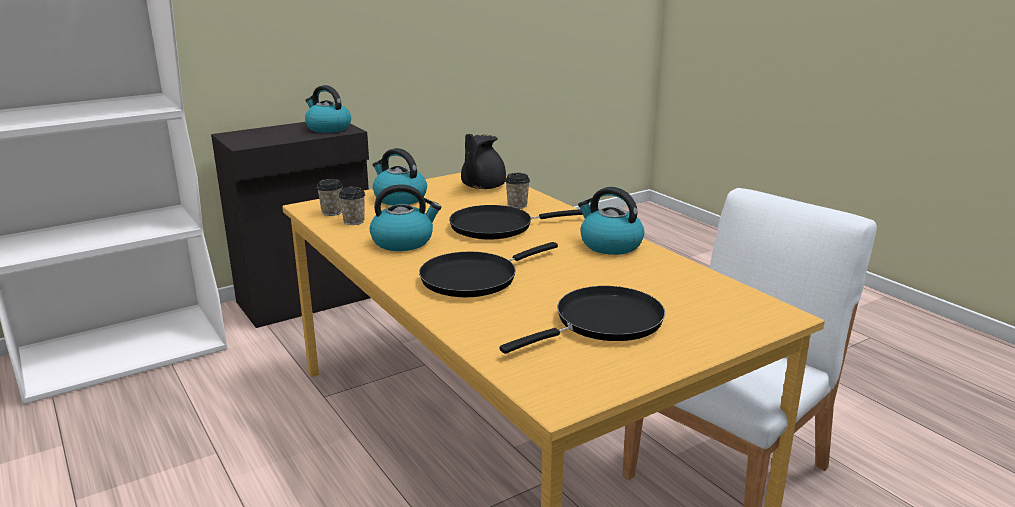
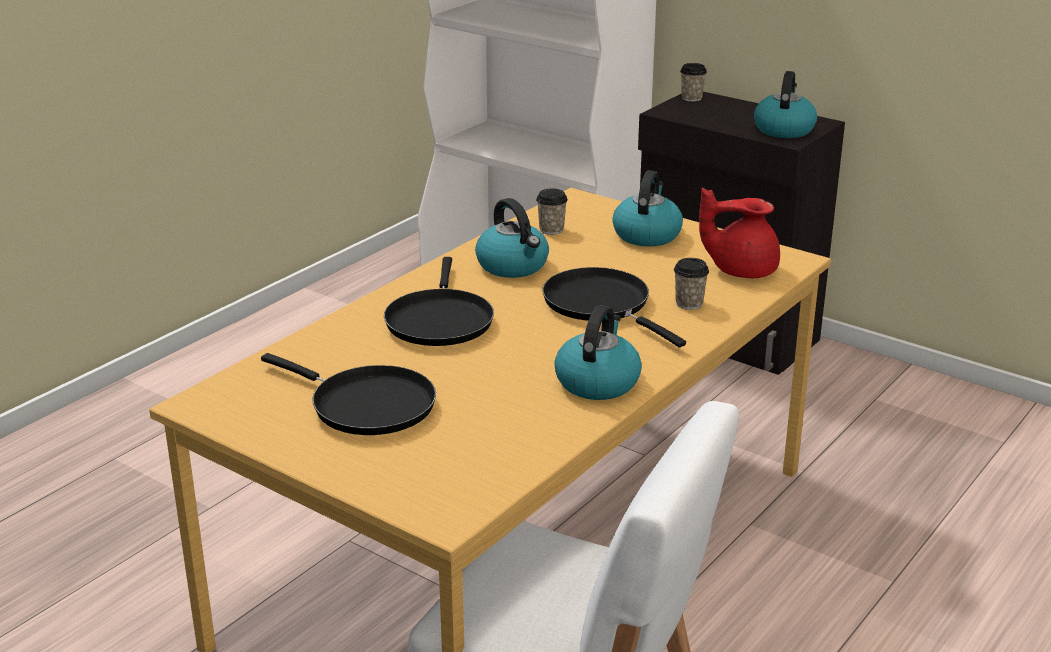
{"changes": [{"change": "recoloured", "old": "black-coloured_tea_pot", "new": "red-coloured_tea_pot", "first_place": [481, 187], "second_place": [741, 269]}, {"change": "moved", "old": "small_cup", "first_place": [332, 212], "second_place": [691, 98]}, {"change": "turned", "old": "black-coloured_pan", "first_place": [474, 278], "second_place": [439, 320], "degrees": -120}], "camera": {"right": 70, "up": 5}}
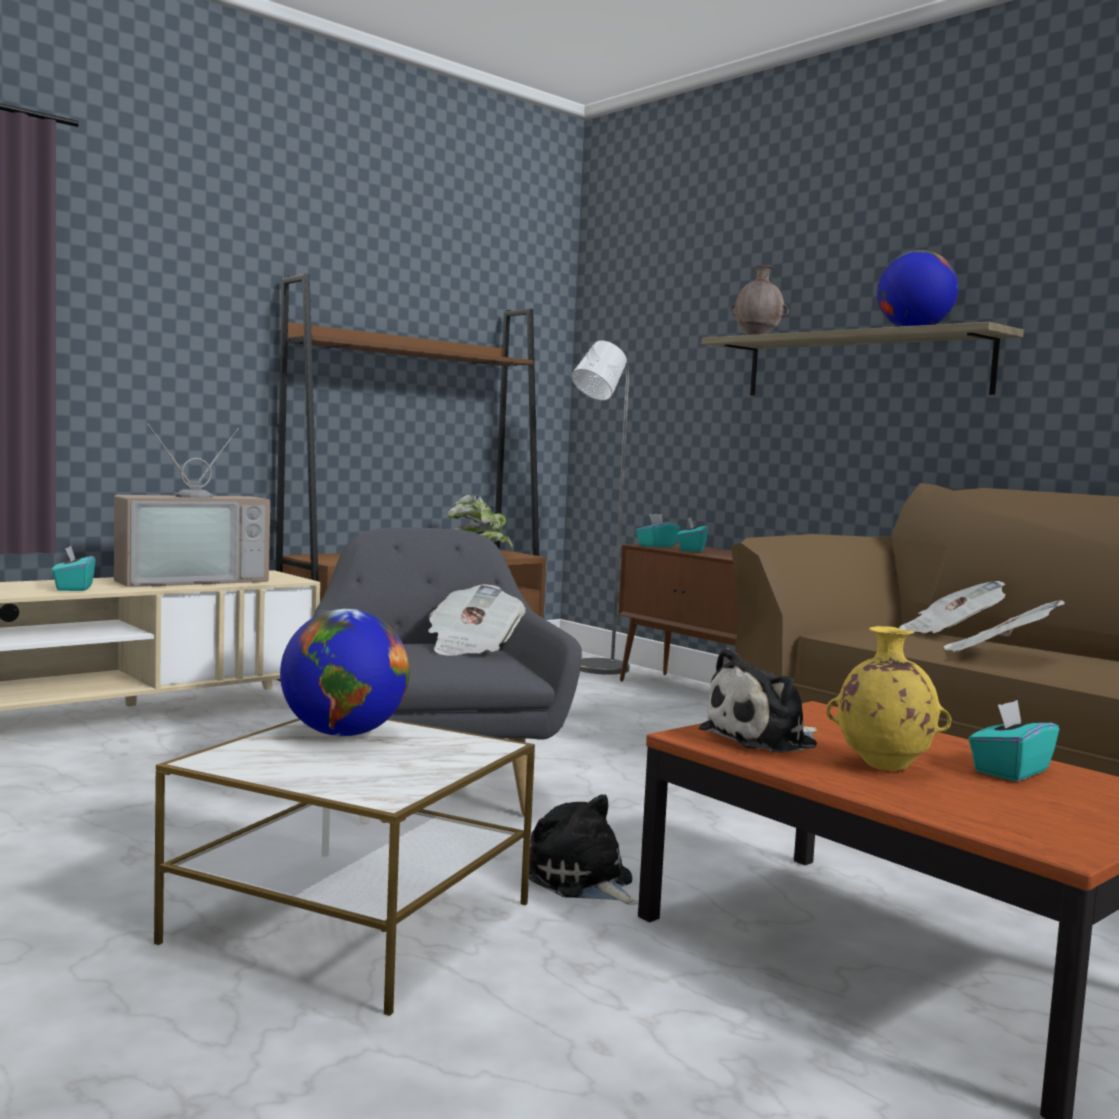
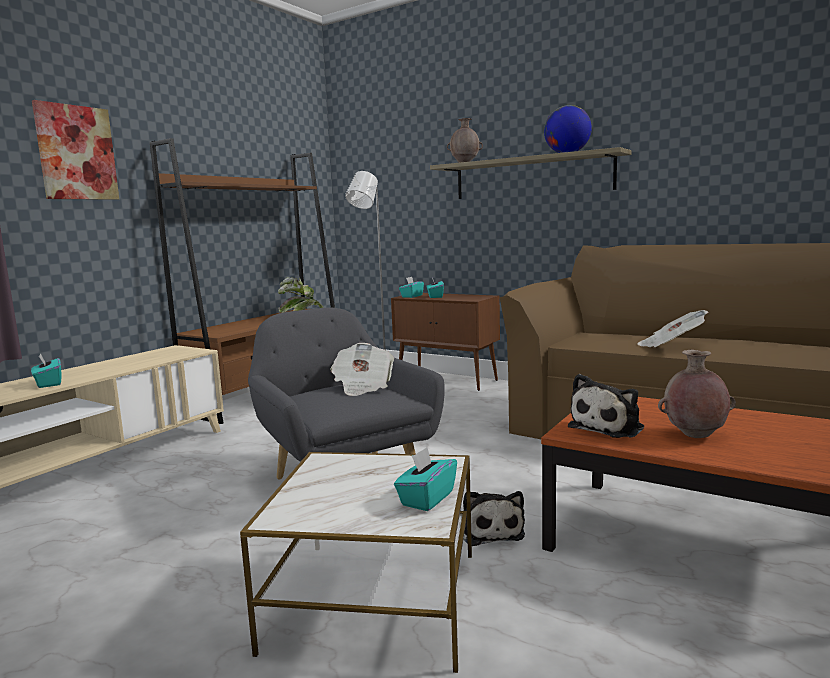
{"changes": [{"change": "removed", "old": "TV", "first_place": [190, 580]}, {"change": "removed", "old": "newspaper", "first_place": [949, 633]}, {"change": "removed", "old": "globe", "first_place": [343, 734]}, {"change": "recoloured", "old": "yellow-coloured_decorative_vase", "new": "brownish_decorative_vase", "first_place": [882, 766], "second_place": [694, 435]}, {"change": "moved", "old": "turquoise-coloured_tissue_holder", "first_place": [1010, 771], "second_place": [426, 498]}, {"change": "turned", "old": "soft_toy", "first_place": [582, 881], "second_place": [490, 530], "degrees": -135}, {"change": "added", "new": "picture", "second_place": [76, 153]}], "camera": {"right": -15, "up": 5}}
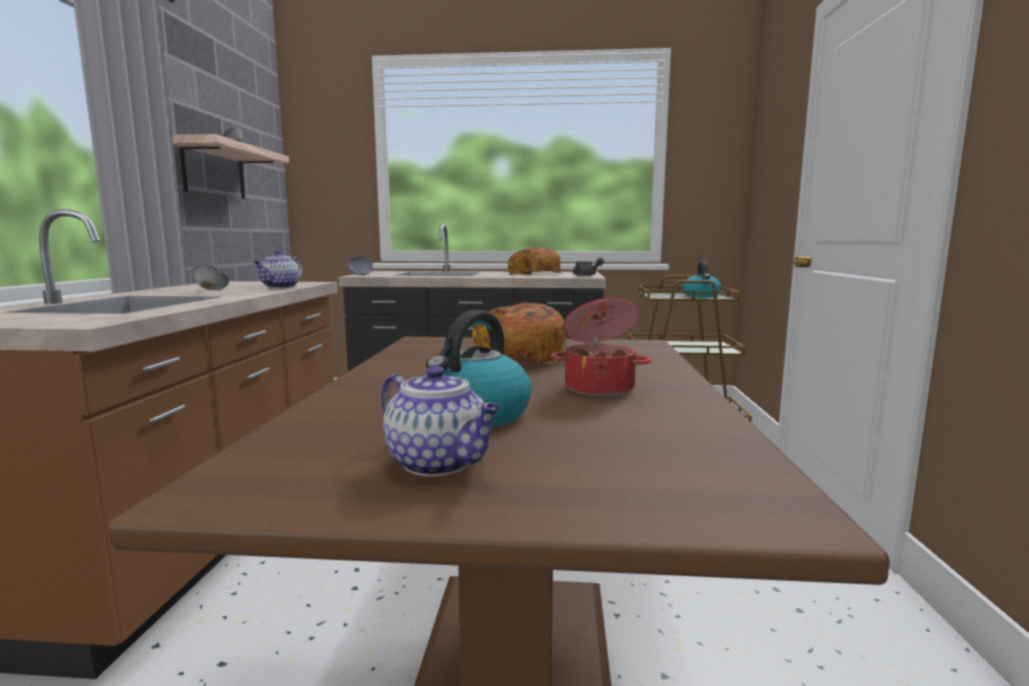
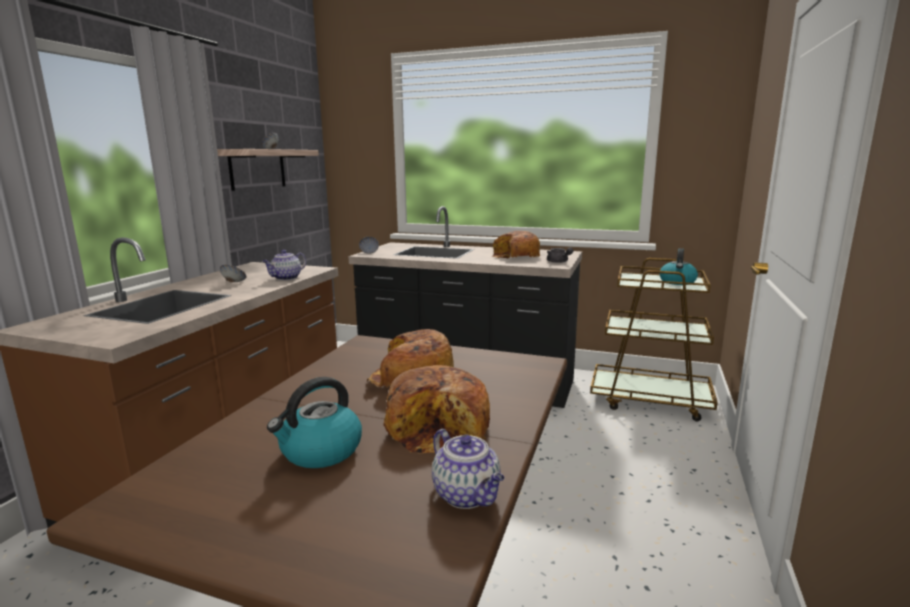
{"changes": [{"change": "replaced", "old": "stockpot", "new": "bread", "first_place": [599, 388], "second_place": [440, 427]}, {"change": "moved", "old": "tea_pot", "first_place": [440, 463], "second_place": [468, 495]}], "camera": {"right": 15, "up": 5}}
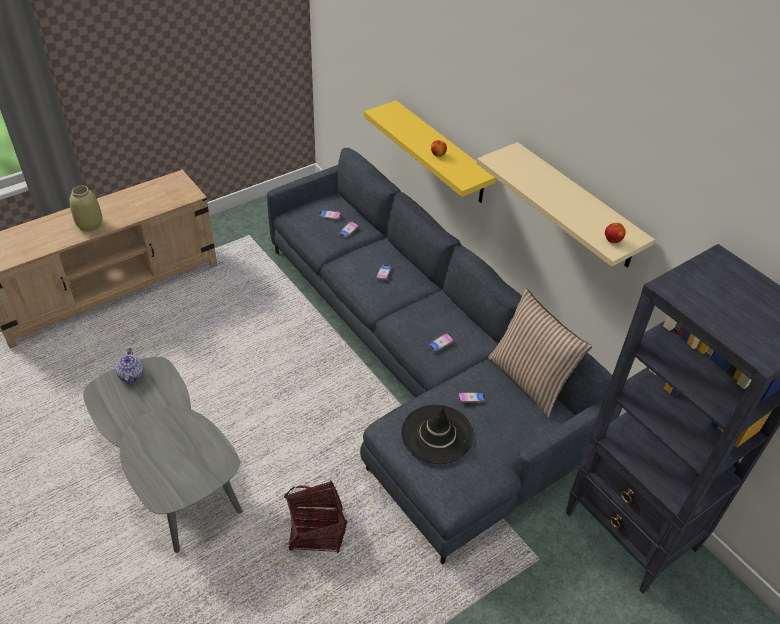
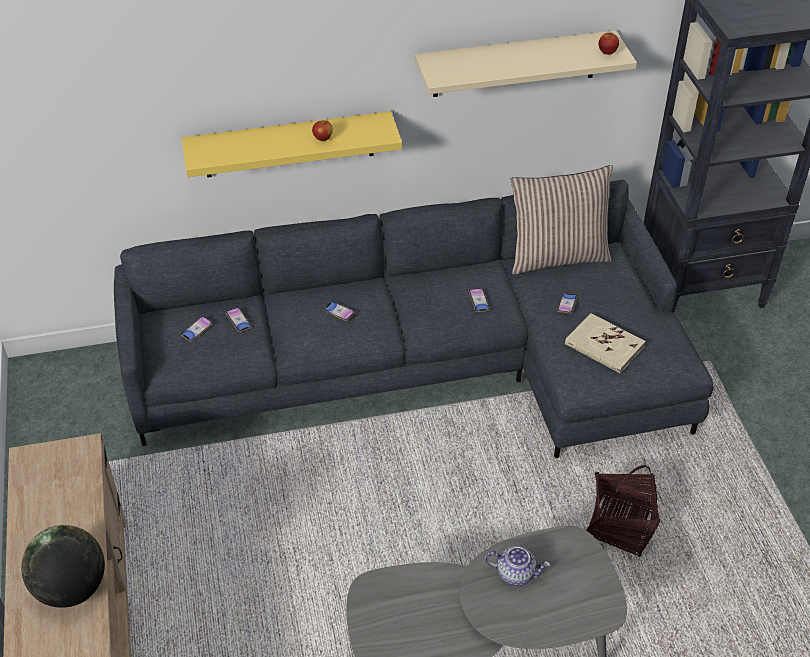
{"changes": [{"change": "replaced", "old": "beige-coloured_decorative_vase", "new": "globe", "first_place": [90, 225], "second_place": [72, 588]}, {"change": "moved", "old": "tea_pot", "first_place": [132, 375], "second_place": [516, 573]}, {"change": "replaced", "old": "black-coloured_clothing_hat", "new": "beige-coloured_bound_book", "first_place": [437, 434], "second_place": [604, 346]}], "camera": {"right": -65, "up": 0}}
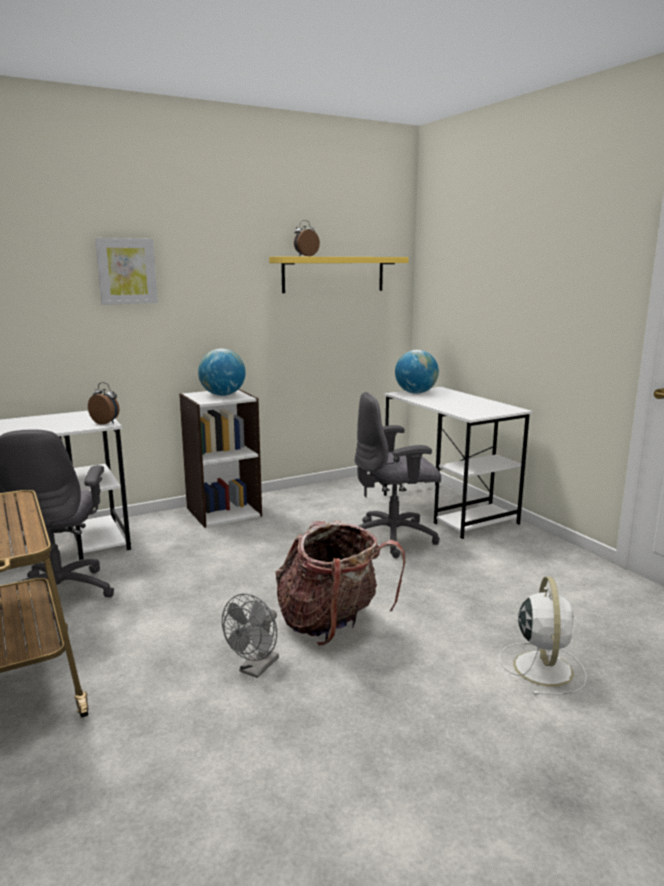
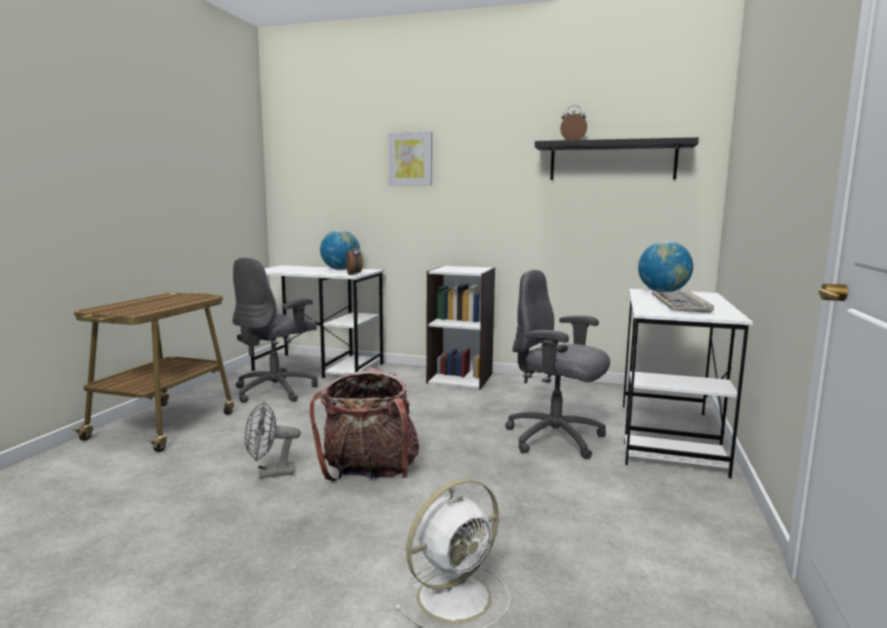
{"changes": [{"change": "recoloured", "old": "yellow-coloured_wall_shelf", "new": "black-coloured_wall_shelf", "first_place": [333, 274], "second_place": [612, 161]}, {"change": "moved", "old": "globe", "first_place": [222, 395], "second_place": [340, 269]}, {"change": "added", "new": "computer_keyboard", "second_place": [681, 304]}], "camera": {"right": 45, "up": -5}}
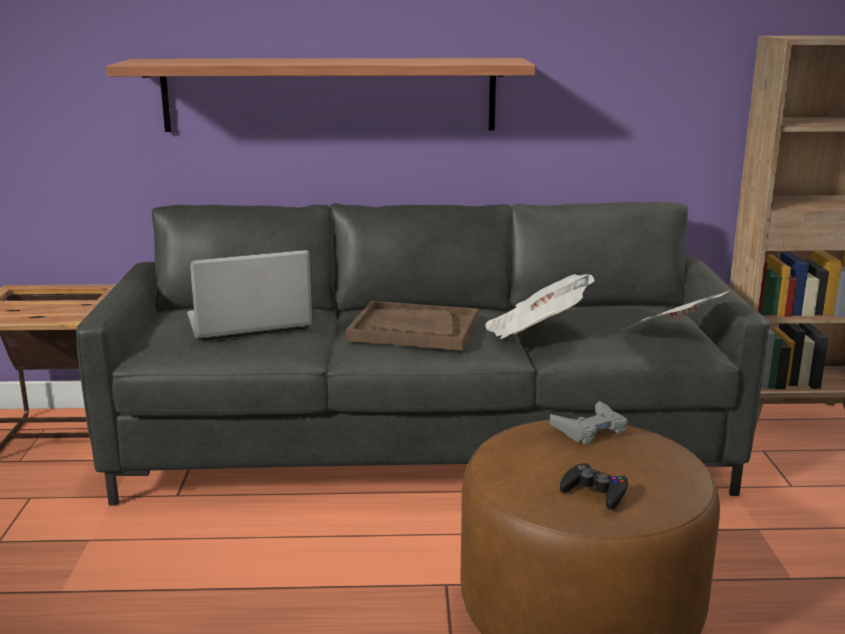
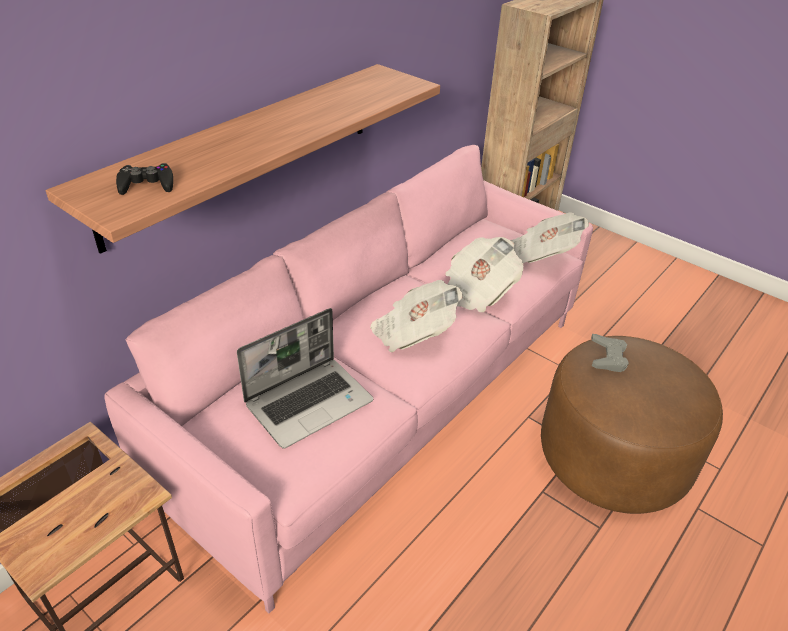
{"changes": [{"change": "recoloured", "old": "greyish_sofa", "new": "pinkish_sofa", "first_place": [423, 453], "second_place": [389, 402]}, {"change": "turned", "old": "notebook_computer", "first_place": [247, 324], "second_place": [310, 402], "degrees": -150}, {"change": "replaced", "old": "brownish_serving_tray", "new": "newspaper", "first_place": [413, 329], "second_place": [413, 333]}, {"change": "moved", "old": "black-coloured_joypad", "first_place": [595, 492], "second_place": [147, 185]}], "camera": {"right": -50, "up": 20}}
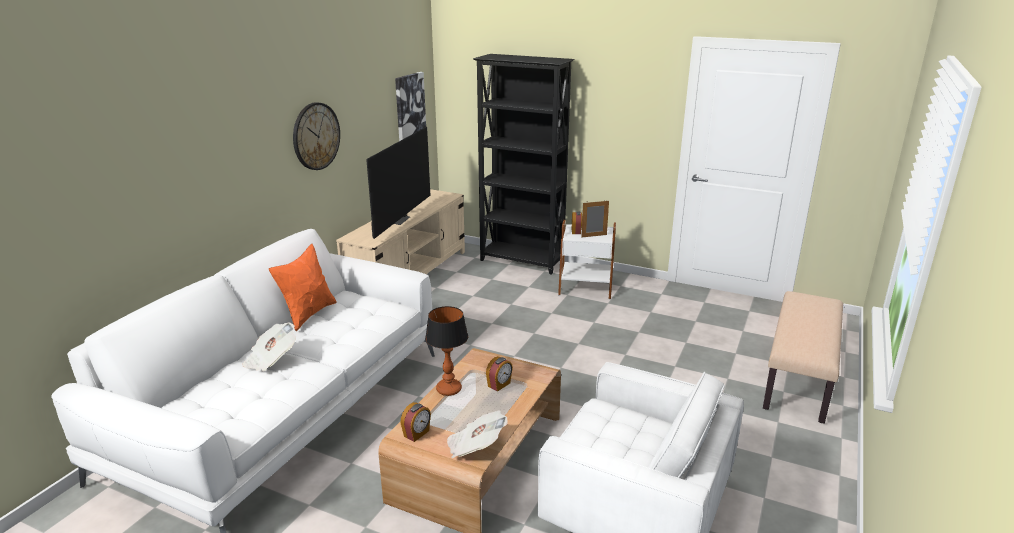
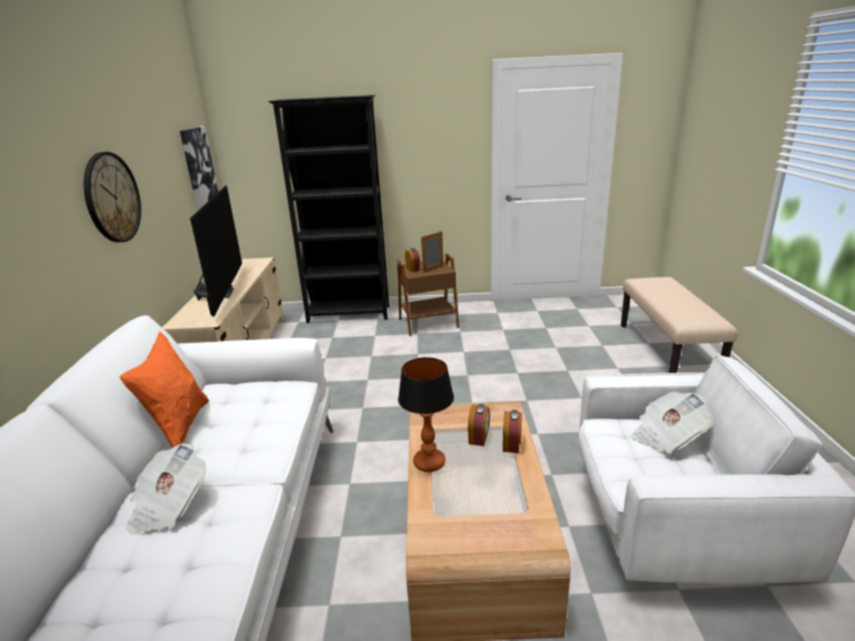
{"changes": [{"change": "recoloured", "old": "white-coloured_side_table", "new": "brownish_side_table", "first_place": [585, 287], "second_place": [427, 322]}, {"change": "moved", "old": "table_clock", "first_place": [417, 434], "second_place": [512, 444]}, {"change": "moved", "old": "newspaper", "first_place": [475, 447], "second_place": [666, 436]}], "camera": {"right": -25, "up": 0}}
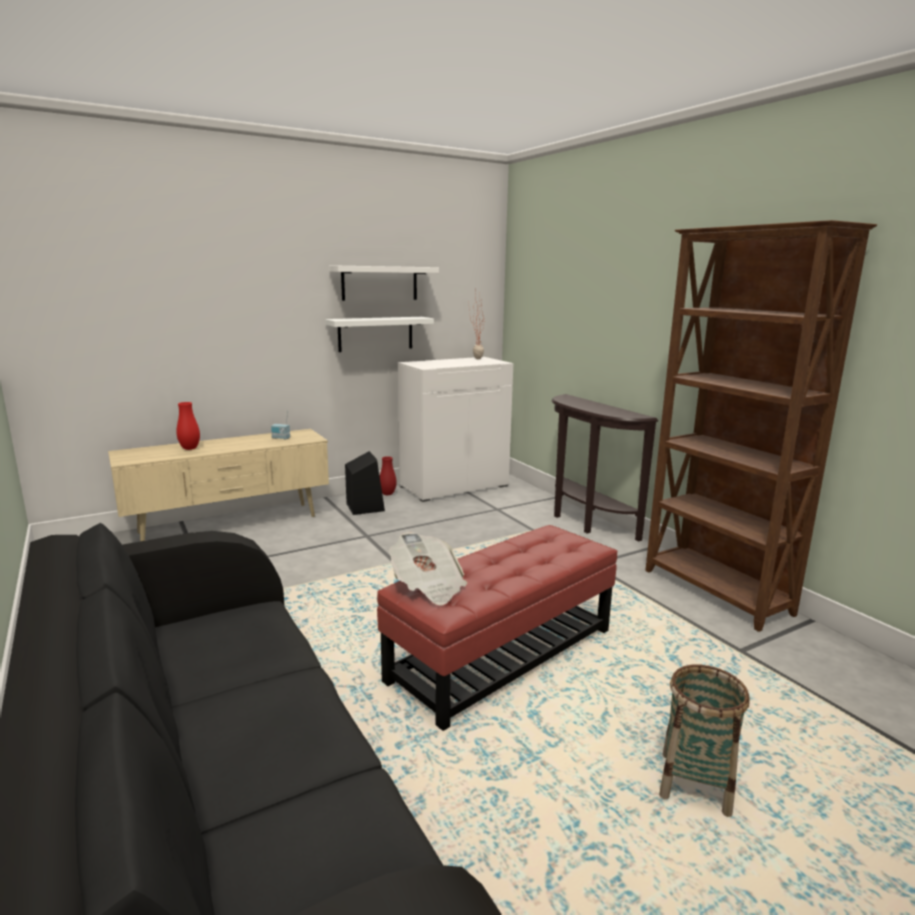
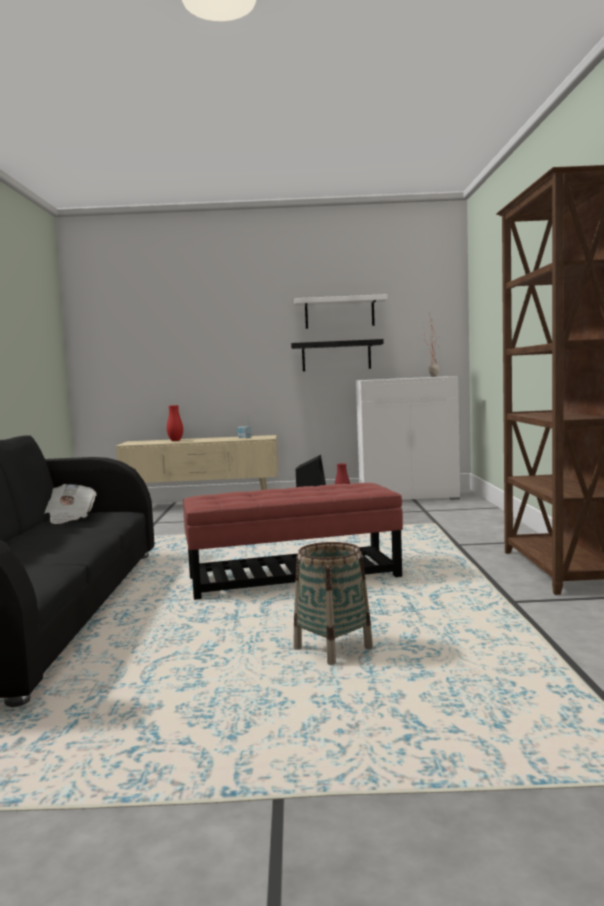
{"changes": [{"change": "recoloured", "old": "white-coloured_wall_shelf", "new": "black-coloured_wall_shelf", "first_place": [375, 334], "second_place": [336, 356]}, {"change": "removed", "old": "brownish_hall_table", "first_place": [585, 521]}, {"change": "moved", "old": "newspaper", "first_place": [428, 586], "second_place": [69, 517]}], "camera": {"right": 30, "up": -10}}
